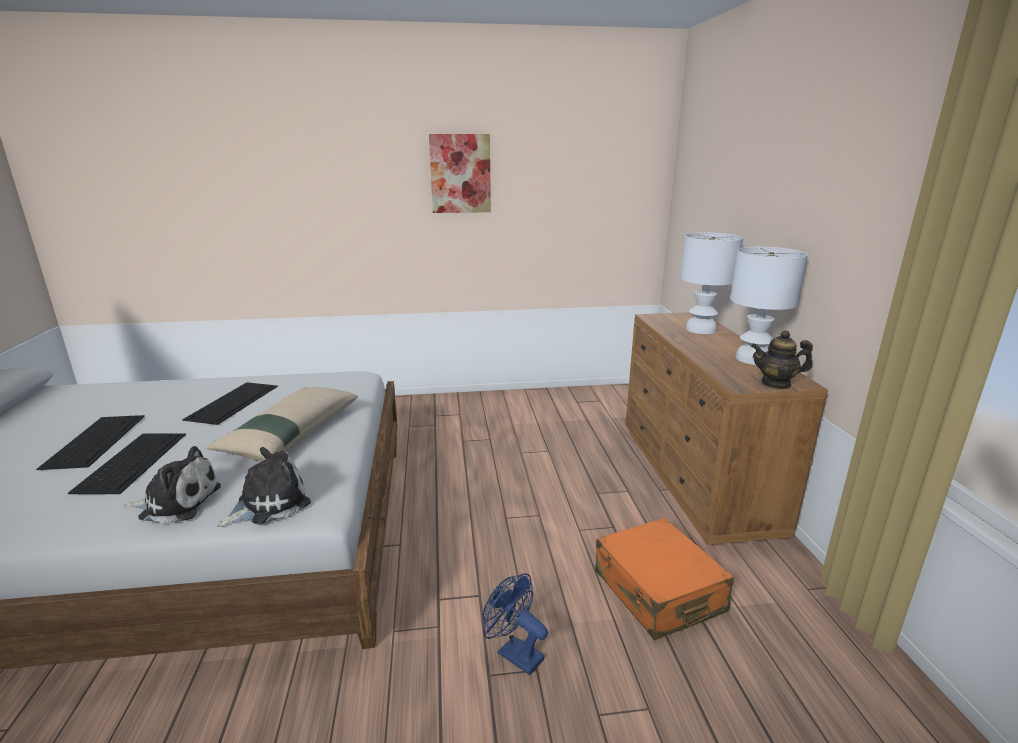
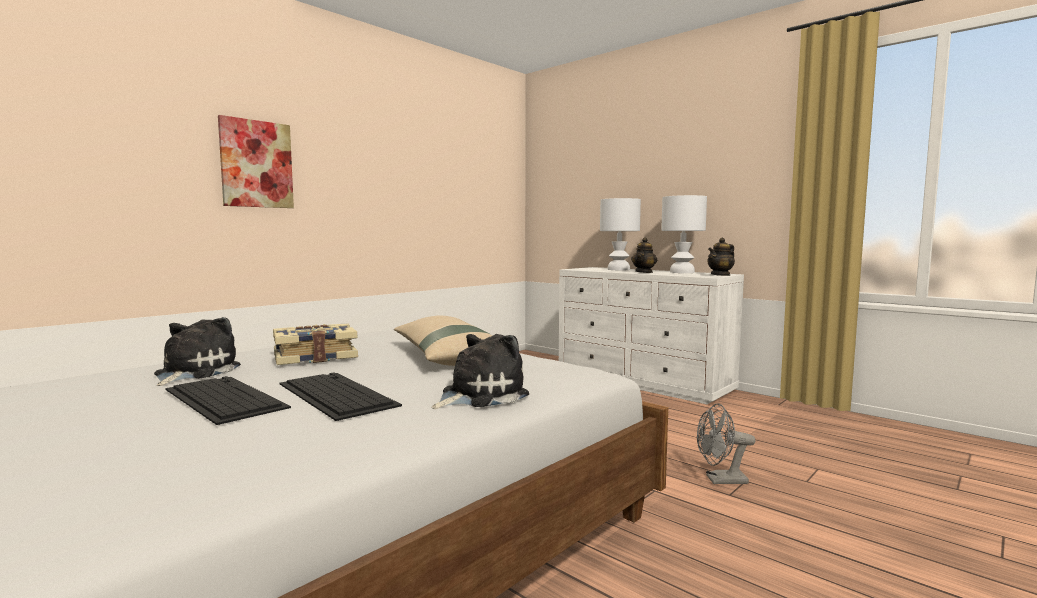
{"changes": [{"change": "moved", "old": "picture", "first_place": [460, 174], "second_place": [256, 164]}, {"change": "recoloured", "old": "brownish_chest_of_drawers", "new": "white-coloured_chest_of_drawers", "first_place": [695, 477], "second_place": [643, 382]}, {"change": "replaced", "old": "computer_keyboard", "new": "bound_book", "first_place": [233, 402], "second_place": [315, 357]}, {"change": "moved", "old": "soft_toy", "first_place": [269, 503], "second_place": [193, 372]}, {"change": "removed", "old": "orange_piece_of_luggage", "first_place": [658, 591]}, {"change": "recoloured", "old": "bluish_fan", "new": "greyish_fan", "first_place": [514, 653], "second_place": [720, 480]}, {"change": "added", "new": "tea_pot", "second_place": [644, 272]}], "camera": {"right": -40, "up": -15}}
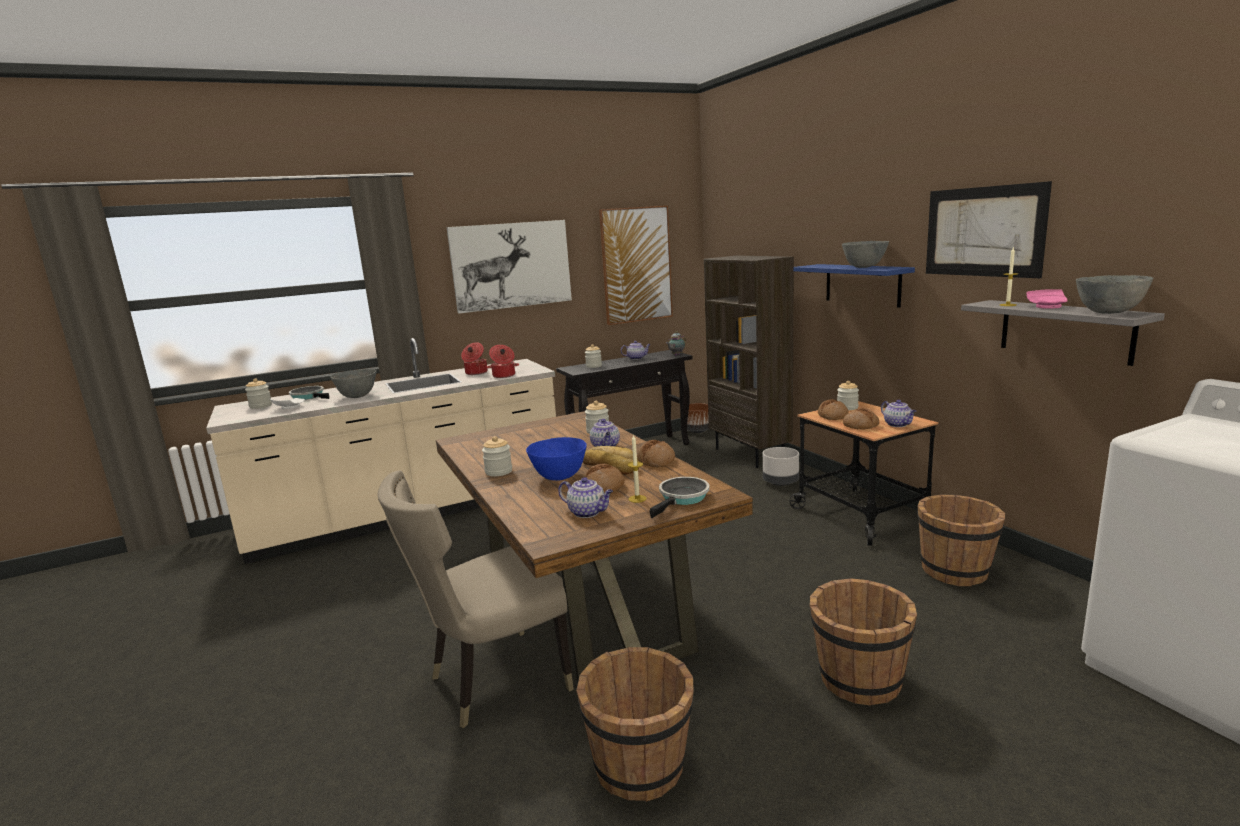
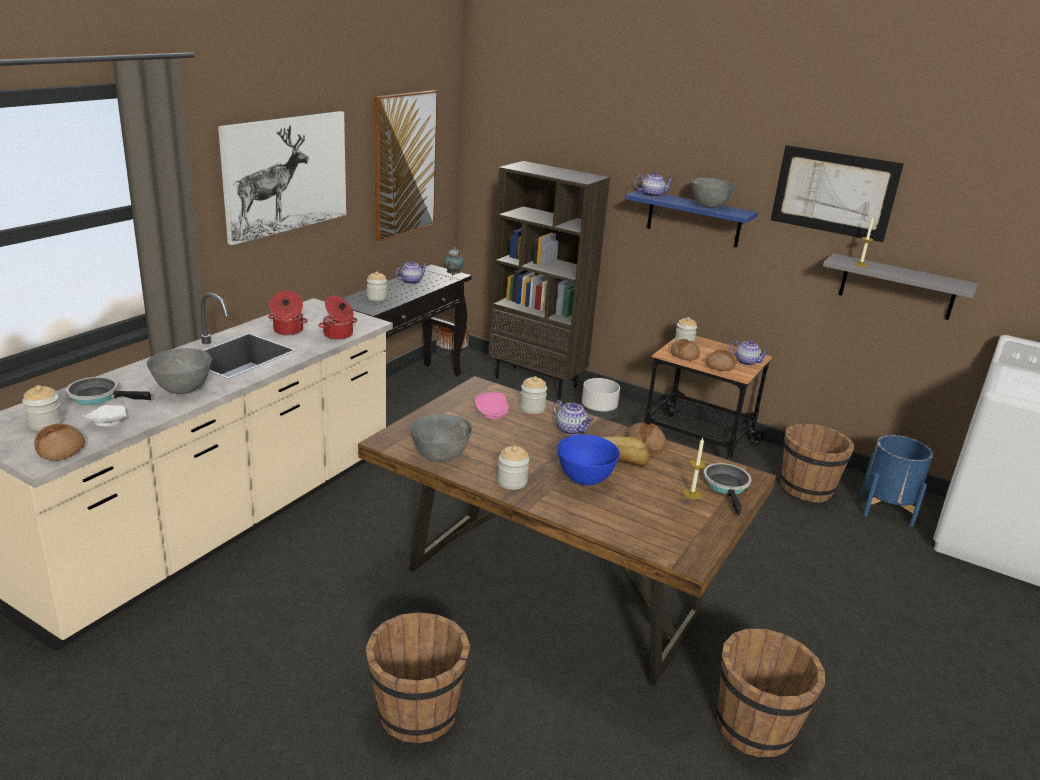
{"changes": [{"change": "moved", "old": "greyish_bowl", "first_place": [1108, 312], "second_place": [439, 457]}, {"change": "moved", "old": "pinkish_dinner_plate", "first_place": [1047, 306], "second_place": [492, 413]}, {"change": "moved", "old": "bread", "first_place": [604, 487], "second_place": [61, 449]}, {"change": "removed", "old": "beige-coloured_plain_chair", "first_place": [493, 681]}, {"change": "moved", "old": "tea_pot", "first_place": [588, 512], "second_place": [652, 195]}, {"change": "moved", "old": "brownish_bucket", "first_place": [859, 680], "second_place": [416, 713]}, {"change": "added", "new": "bluish_plant_pot", "second_place": [886, 508]}], "camera": {"right": -35, "up": 10}}
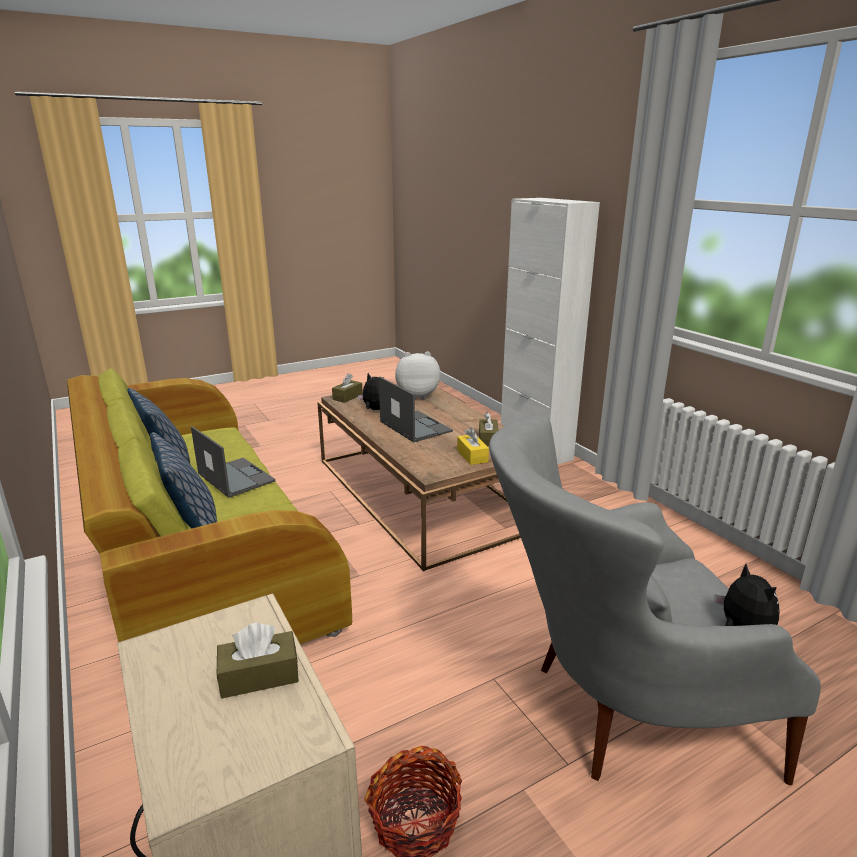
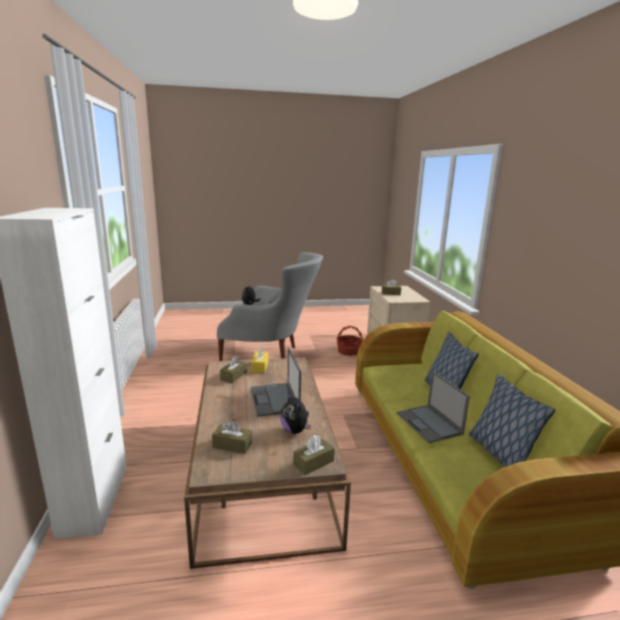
{"changes": [{"change": "replaced", "old": "soft_toy", "new": "brownish_tissue_holder", "first_place": [417, 395], "second_place": [232, 445]}], "camera": {"right": -160, "up": -5}}
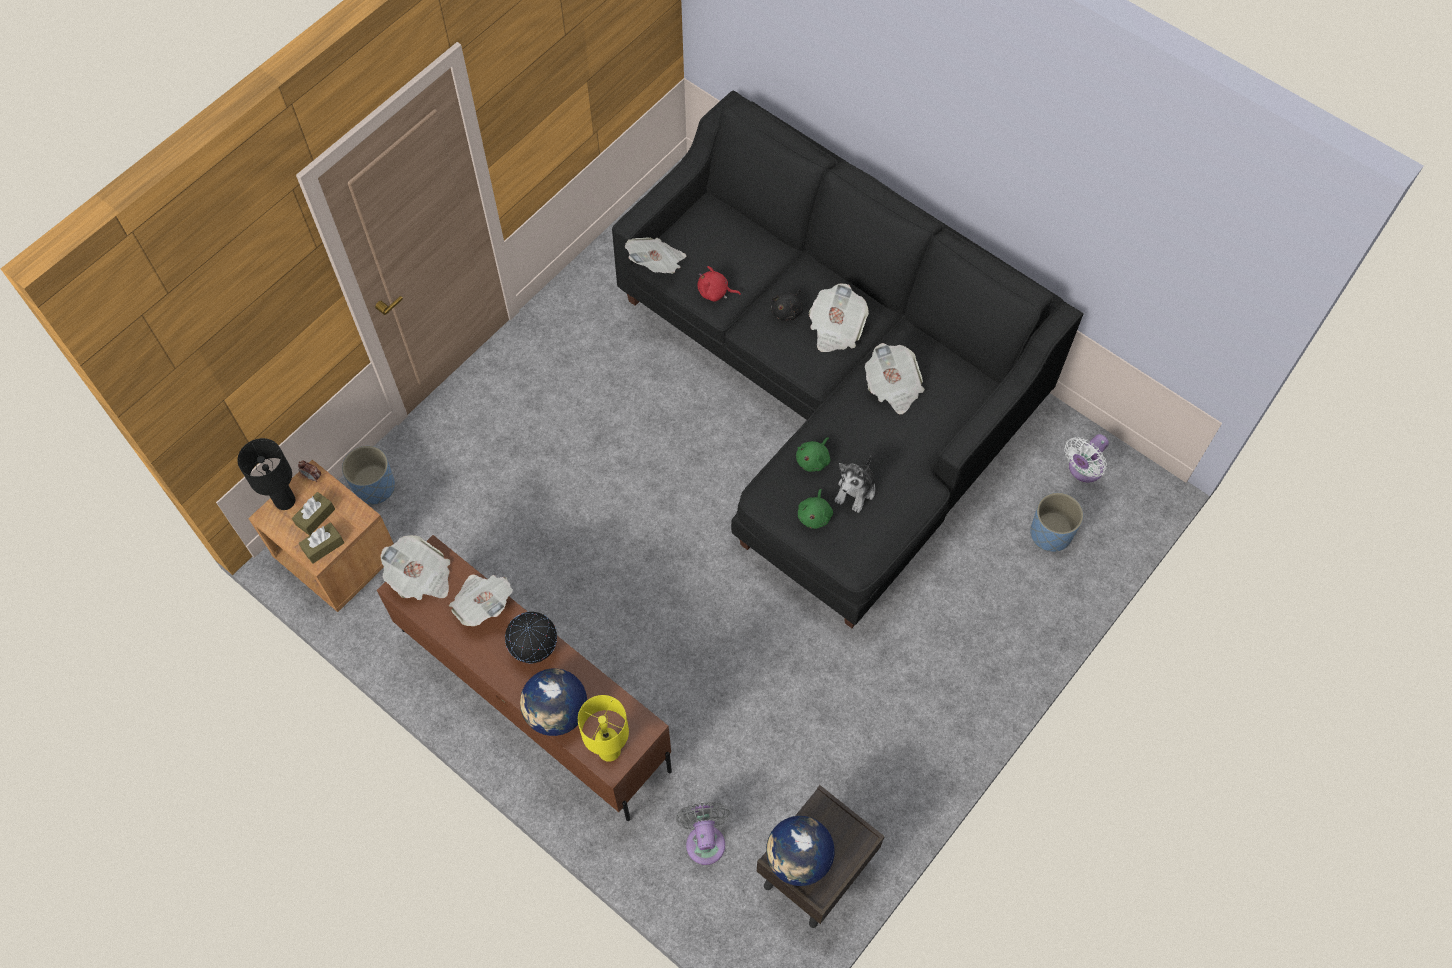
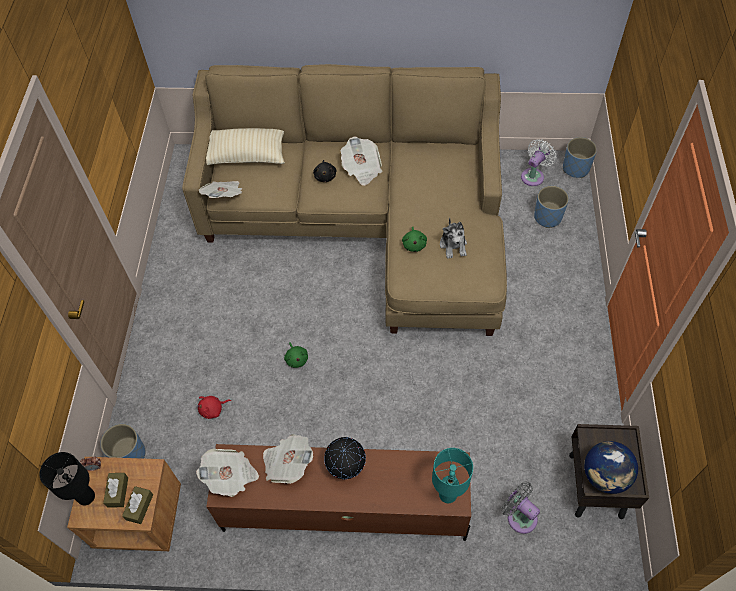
{"changes": [{"change": "recoloured", "old": "black-coloured_sofa", "new": "beige-coloured_sofa", "first_place": [830, 390], "second_place": [367, 218]}, {"change": "moved", "old": "red-coloured_soft_toy", "first_place": [715, 292], "second_place": [213, 409]}, {"change": "removed", "old": "newspaper", "first_place": [893, 387]}, {"change": "turned", "old": "white-coloured_fan", "first_place": [1083, 469], "second_place": [534, 175], "degrees": -150}, {"change": "moved", "old": "green_soft_toy", "first_place": [815, 515], "second_place": [296, 359]}, {"change": "removed", "old": "globe", "first_place": [556, 713]}, {"change": "recoloured", "old": "yellow-coloured_table_lamp", "new": "turquoise-coloured_table_lamp", "first_place": [609, 749], "second_place": [447, 494]}, {"change": "added", "new": "beige-coloured_cushion", "second_place": [245, 155]}, {"change": "added", "new": "bluish_plant_pot", "second_place": [576, 168]}], "camera": {"right": -35, "up": -5}}
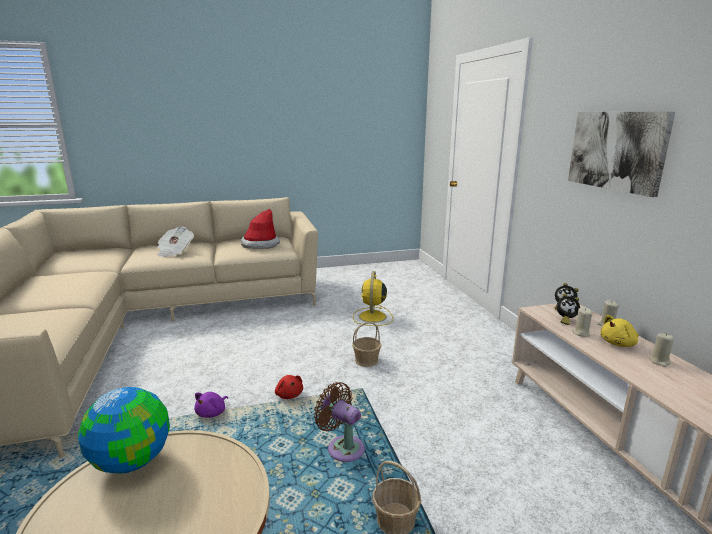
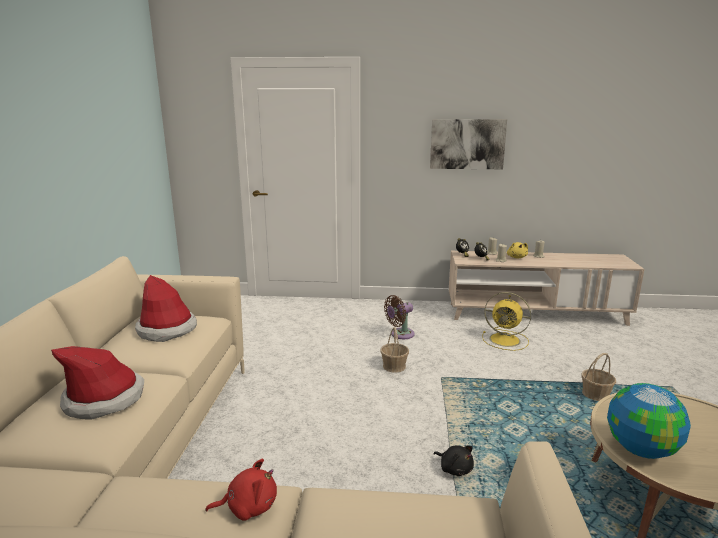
{"changes": [{"change": "replaced", "old": "newspaper", "new": "clothing_hat", "first_place": [175, 252], "second_place": [104, 399]}, {"change": "moved", "old": "yellow-coloured_fan", "first_place": [372, 317], "second_place": [506, 340]}, {"change": "moved", "old": "red-coloured_soft_toy", "first_place": [289, 394], "second_place": [248, 507]}, {"change": "moved", "old": "brownish_fan", "first_place": [342, 447], "second_place": [400, 334]}, {"change": "recoloured", "old": "purple_soft_toy", "new": "black-coloured_soft_toy", "first_place": [212, 413], "second_place": [454, 469]}], "camera": {"right": -70, "up": 0}}
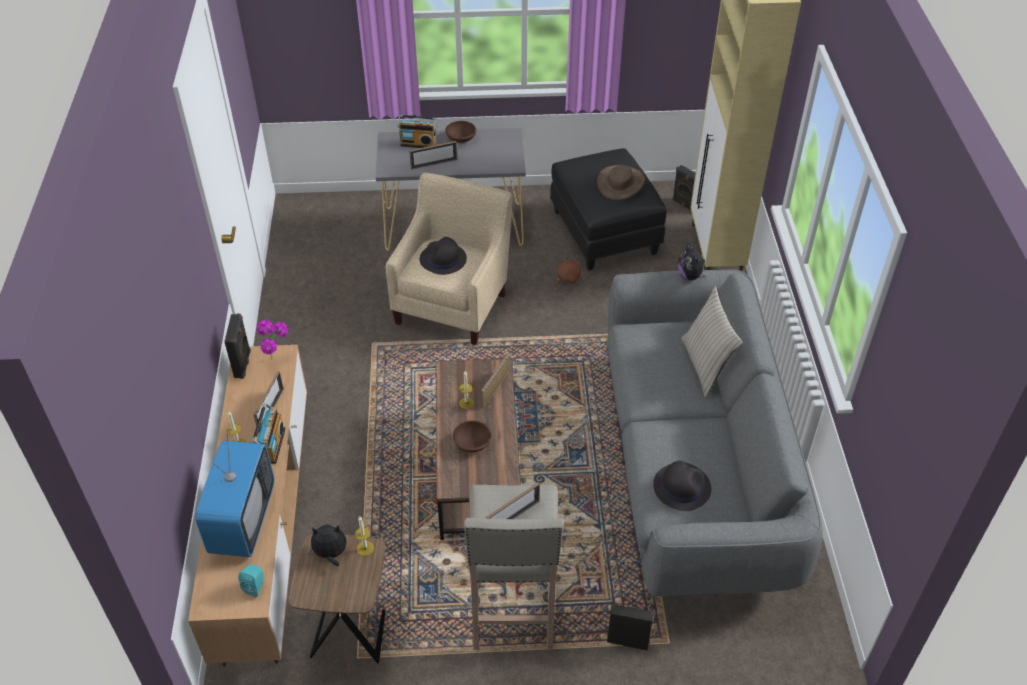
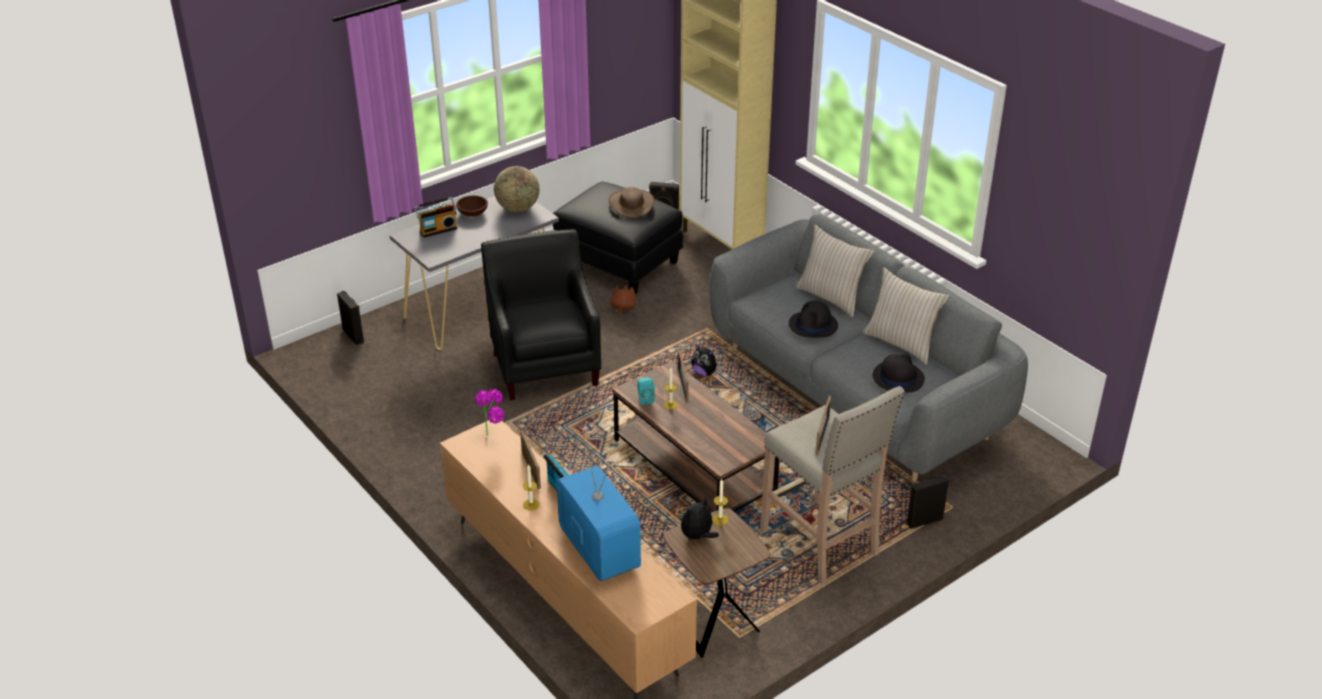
{"changes": [{"change": "removed", "old": "photo_frame", "first_place": [434, 164]}, {"change": "recoloured", "old": "beige-coloured_armchair", "new": "black-coloured_armchair", "first_place": [454, 303], "second_place": [545, 364]}, {"change": "moved", "old": "black-coloured_clothing_hat", "first_place": [443, 260], "second_place": [813, 325]}, {"change": "moved", "old": "soft_toy", "first_place": [690, 276], "second_place": [704, 373]}, {"change": "moved", "old": "black-coloured_audio_speaker", "first_place": [243, 364], "second_place": [354, 336]}, {"change": "removed", "old": "brownish_bowl", "first_place": [471, 444]}, {"change": "moved", "old": "turquoise-coloured_audio_speaker", "first_place": [255, 586], "second_place": [645, 399]}, {"change": "added", "new": "globe", "second_place": [518, 208]}, {"change": "added", "new": "beige-coloured_cushion", "second_place": [901, 343]}], "camera": {"right": -35, "up": -10}}
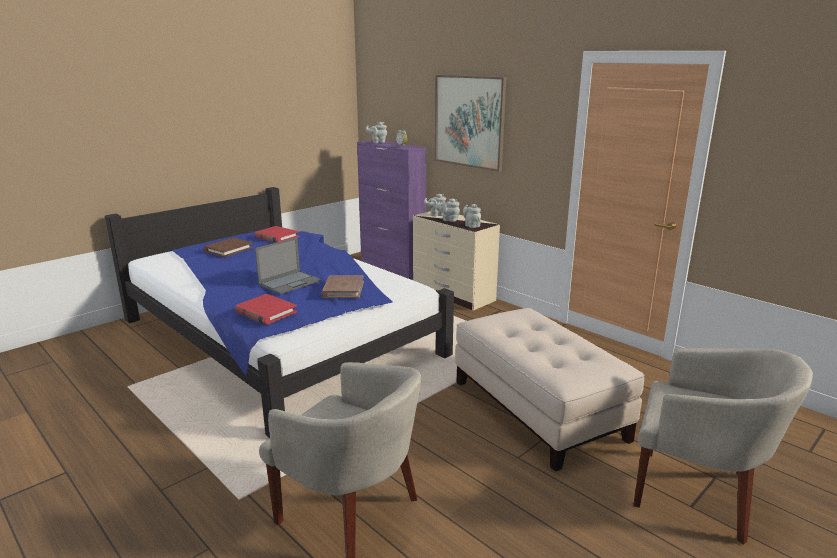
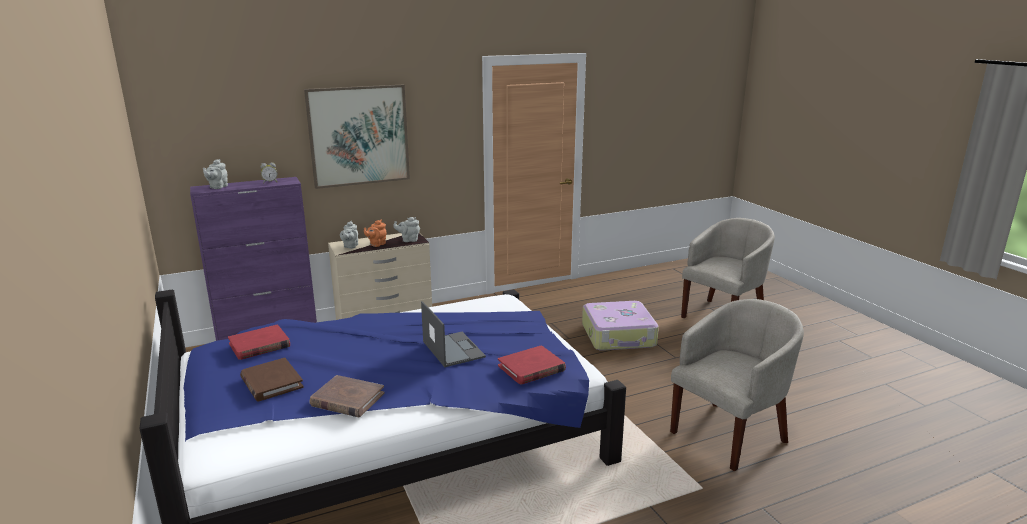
{"changes": [{"change": "recoloured", "old": "greyish_tea_pot", "new": "orange_tea_pot", "first_place": [449, 220], "second_place": [376, 244]}, {"change": "moved", "old": "brownish_bound_book", "first_place": [343, 289], "second_place": [347, 399]}, {"change": "replaced", "old": "beige-coloured_footrest", "new": "piece_of_luggage", "first_place": [538, 409], "second_place": [619, 336]}], "camera": {"right": -70, "up": 0}}
